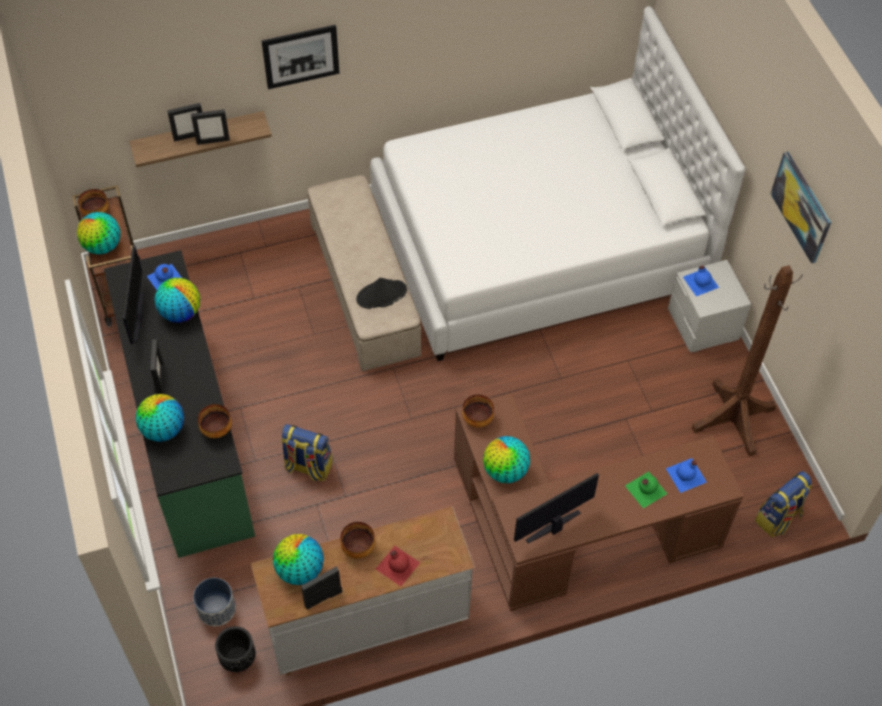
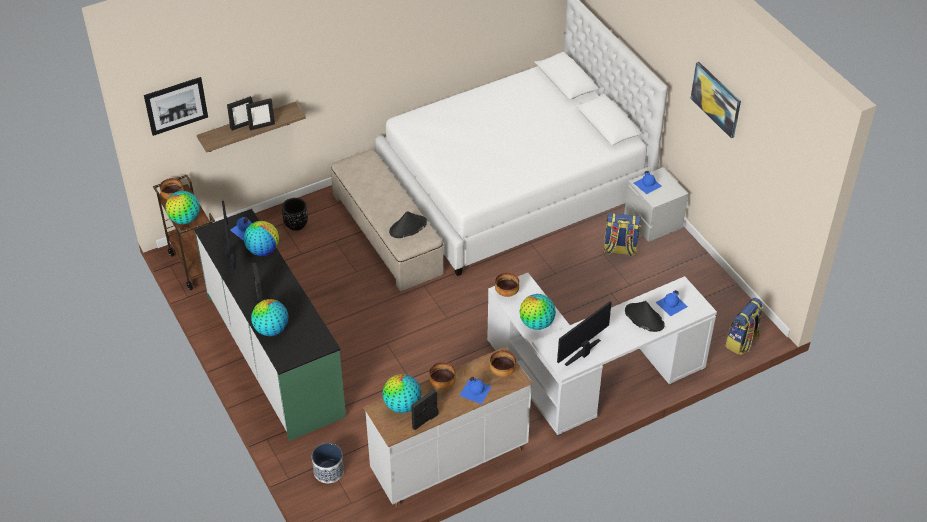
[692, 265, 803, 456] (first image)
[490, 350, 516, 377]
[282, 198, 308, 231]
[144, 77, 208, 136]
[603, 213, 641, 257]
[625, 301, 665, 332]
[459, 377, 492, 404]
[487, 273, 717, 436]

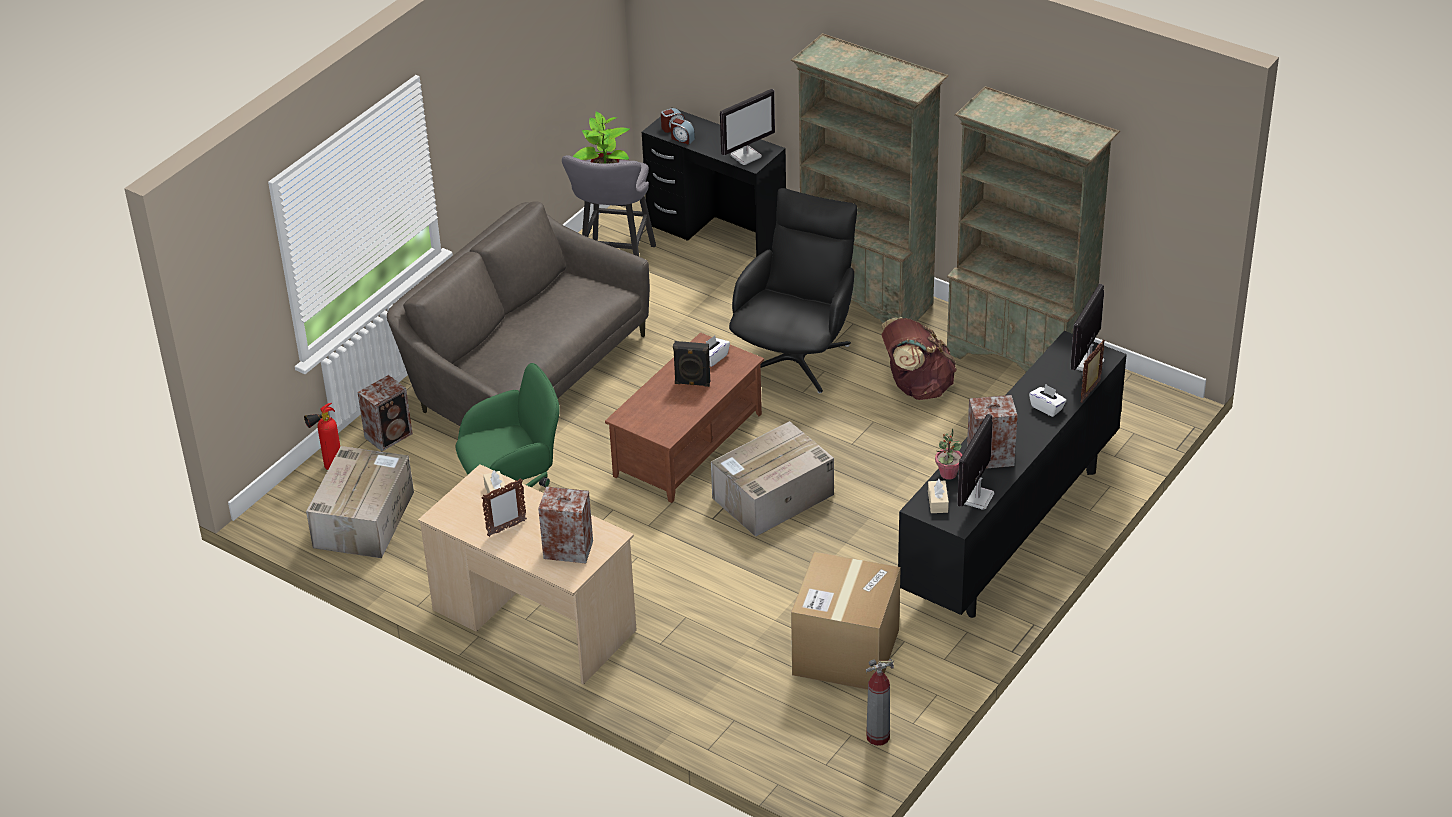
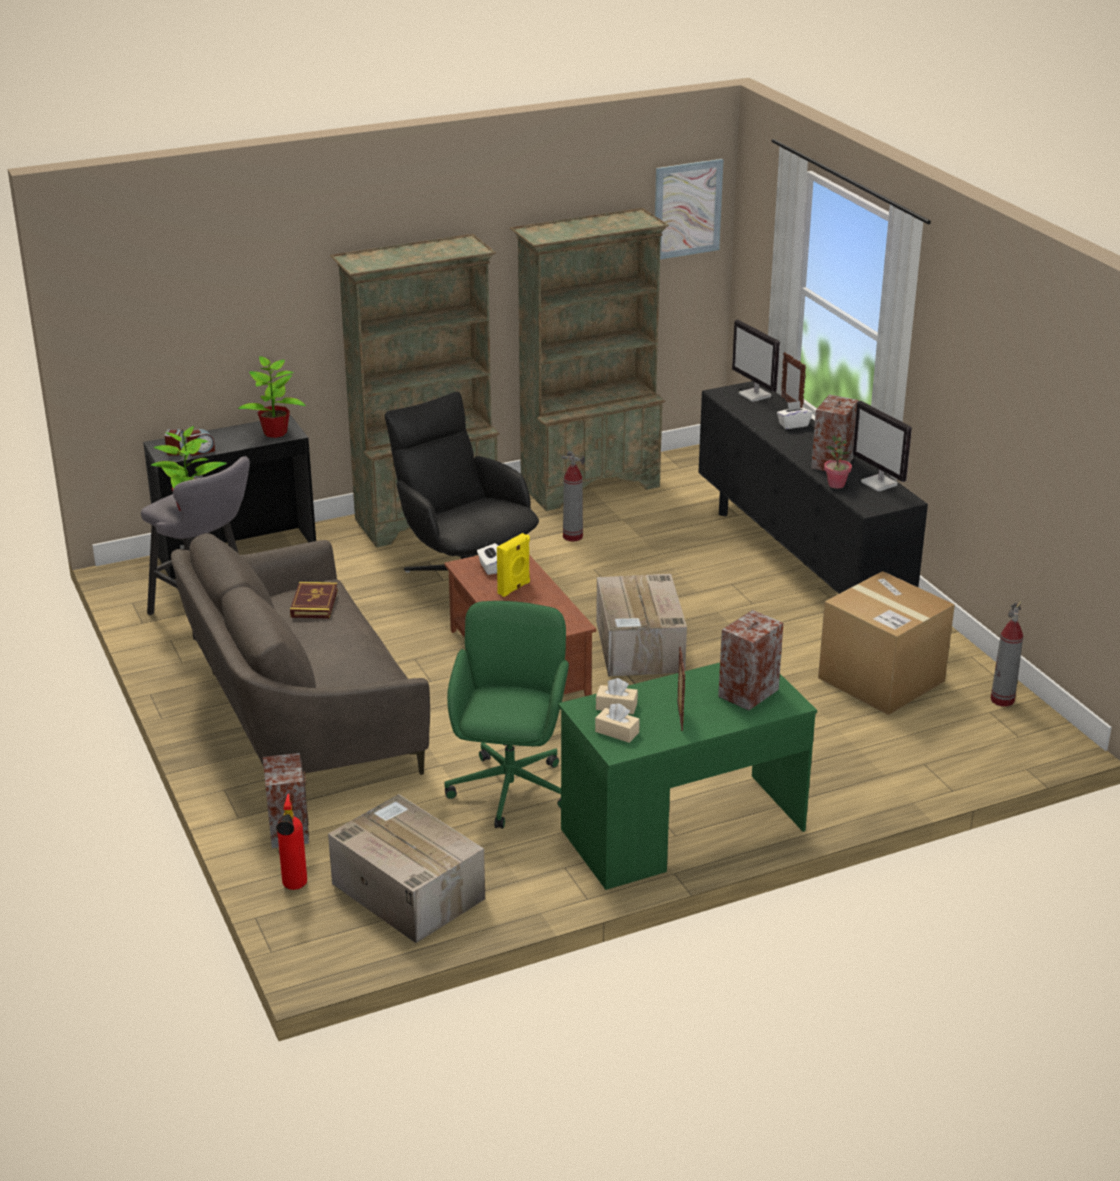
[290, 582, 338, 618]
[655, 159, 724, 259]
[595, 703, 640, 743]
[238, 356, 306, 438]
[561, 451, 585, 542]
[558, 663, 817, 890]
[497, 533, 530, 597]

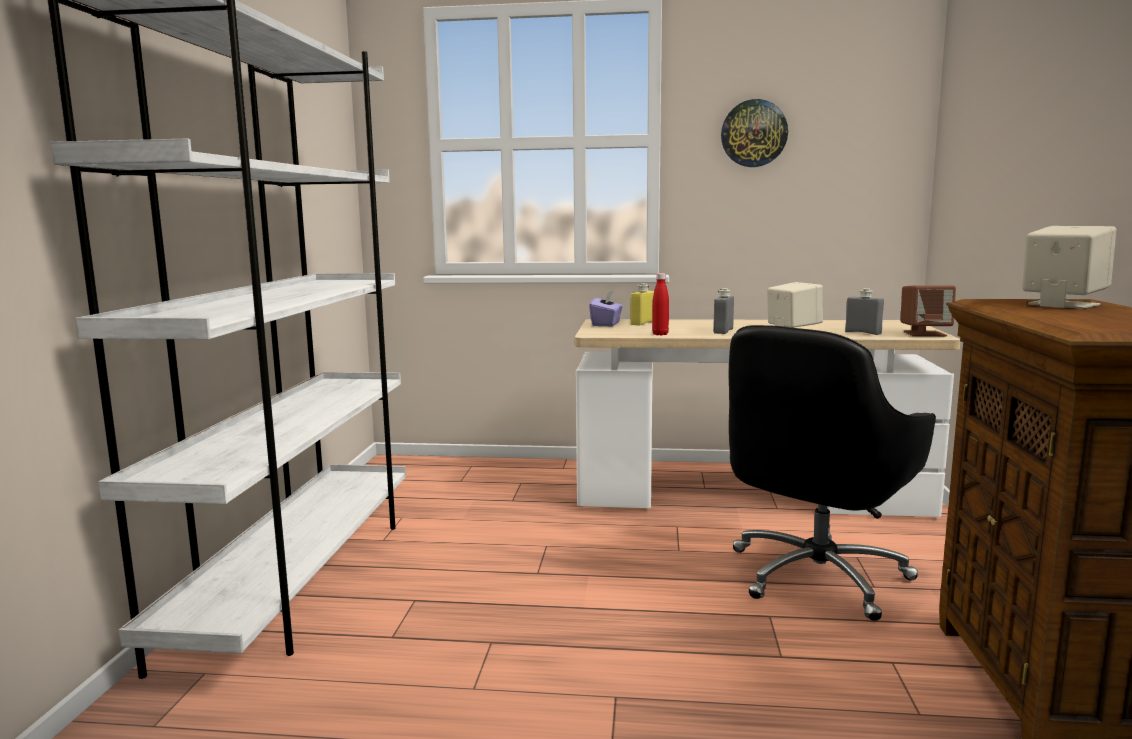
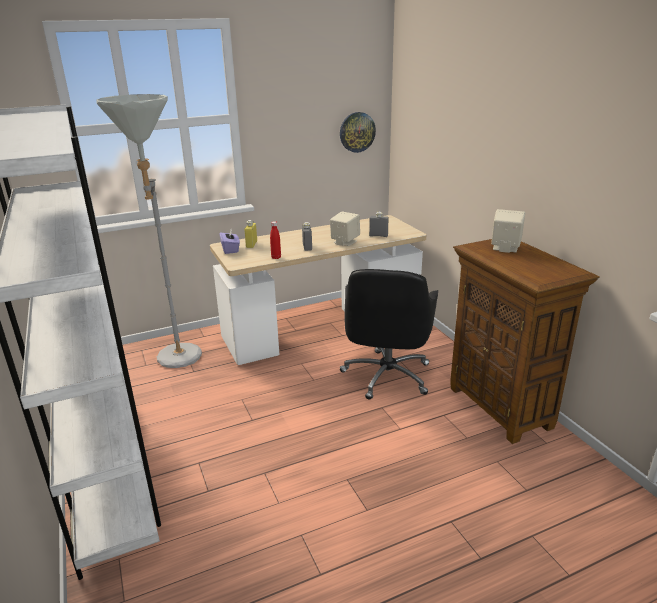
[900, 285, 956, 336] (first image)
[96, 94, 202, 368]
[340, 112, 376, 153]

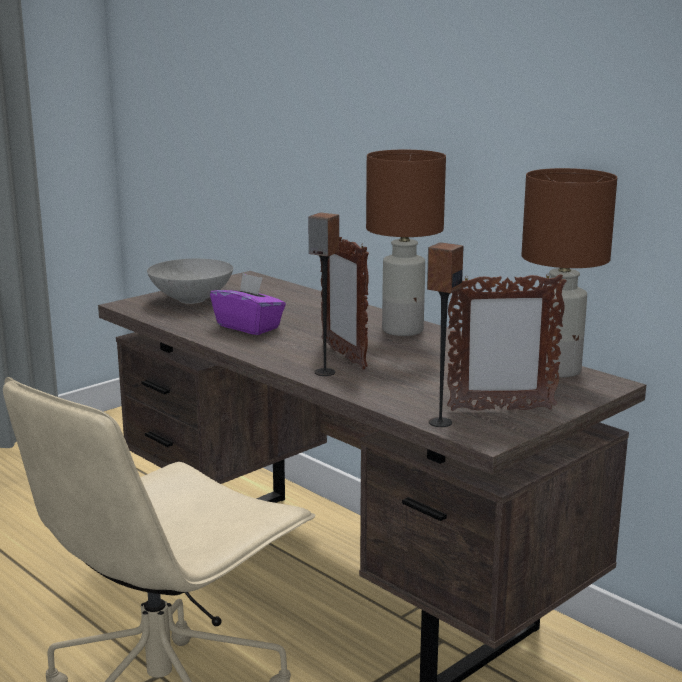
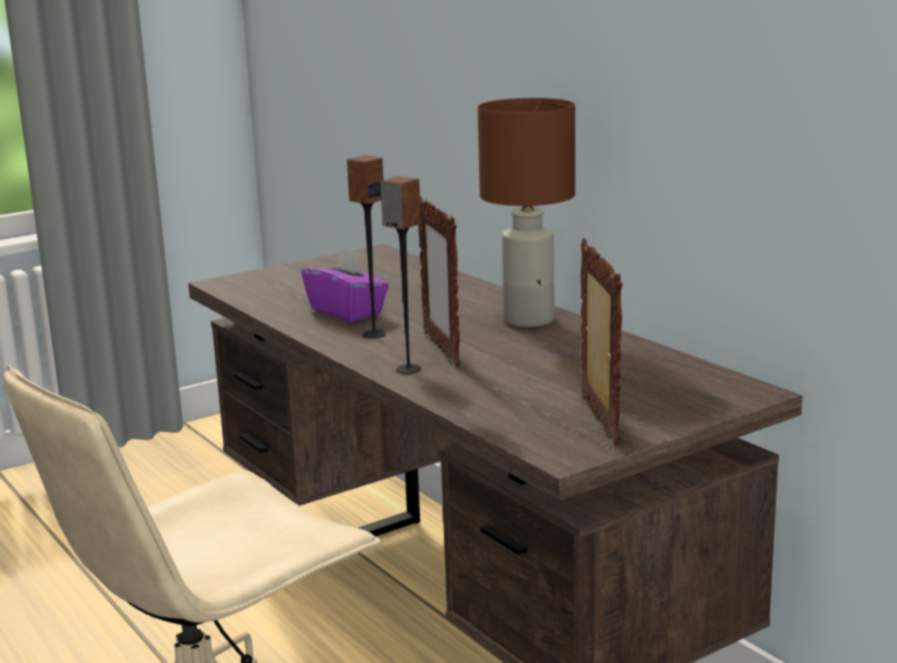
[147, 259, 233, 304] (first image)
[521, 168, 617, 378] (first image)
[347, 155, 386, 338]
[581, 238, 623, 444]

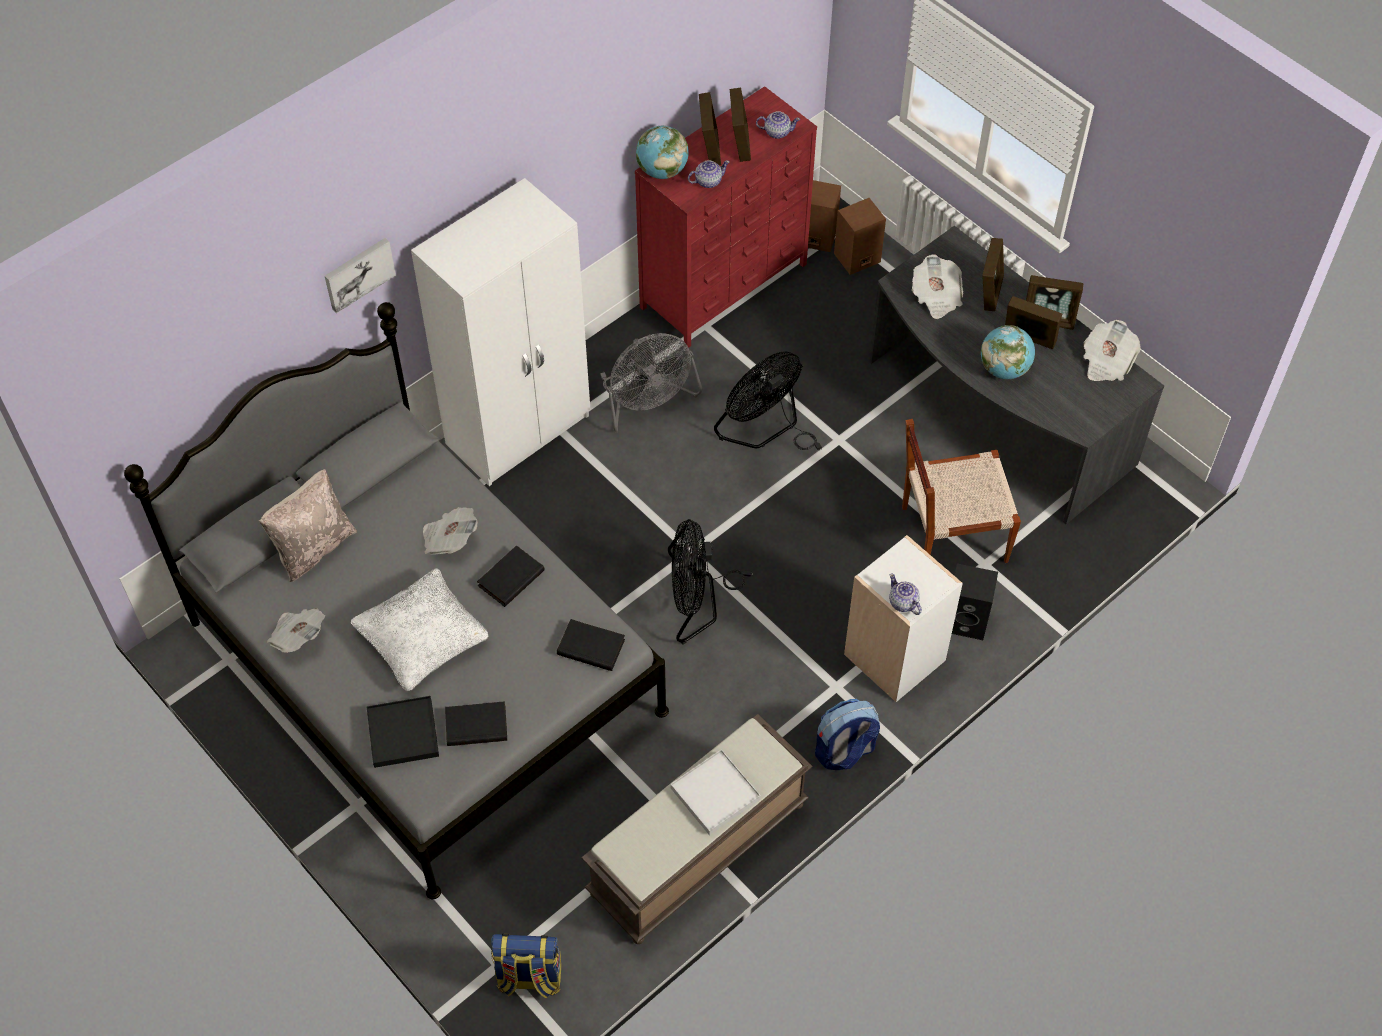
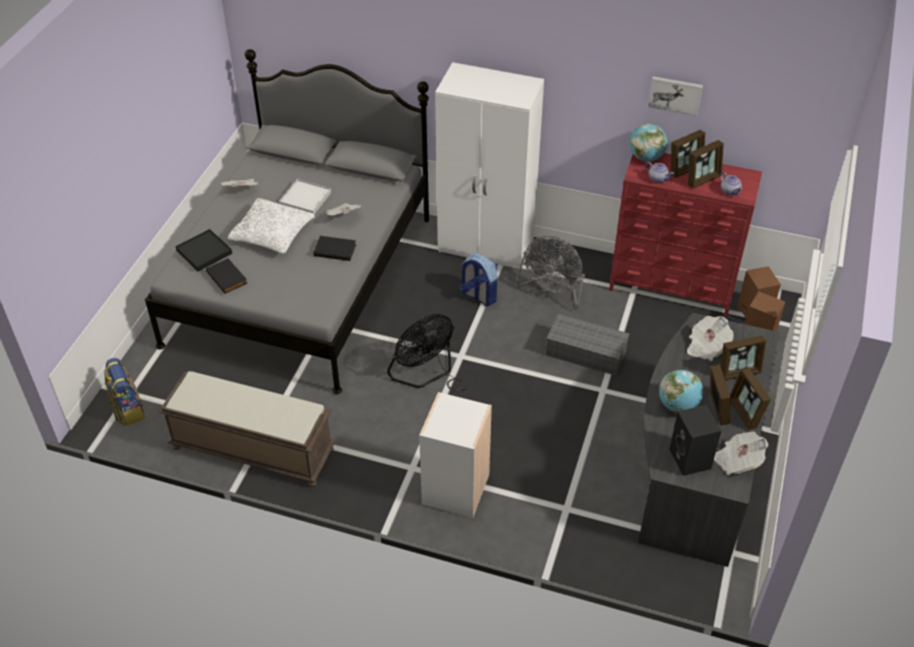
[259, 469, 357, 582] (first image)
[557, 619, 625, 671] (first image)
[889, 573, 922, 615] (first image)
[902, 419, 1021, 563] (first image)
[648, 76, 703, 116]
[279, 179, 331, 214]
[459, 253, 497, 306]
[669, 405, 721, 476]
[546, 314, 630, 376]

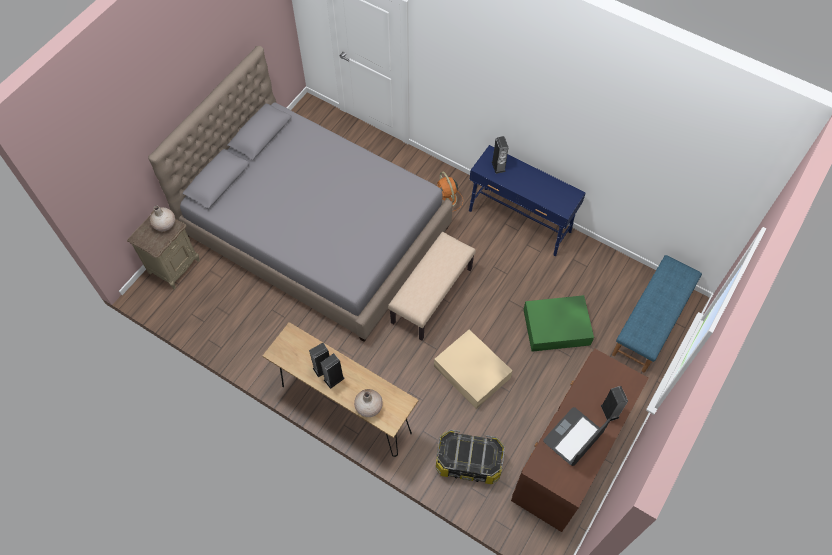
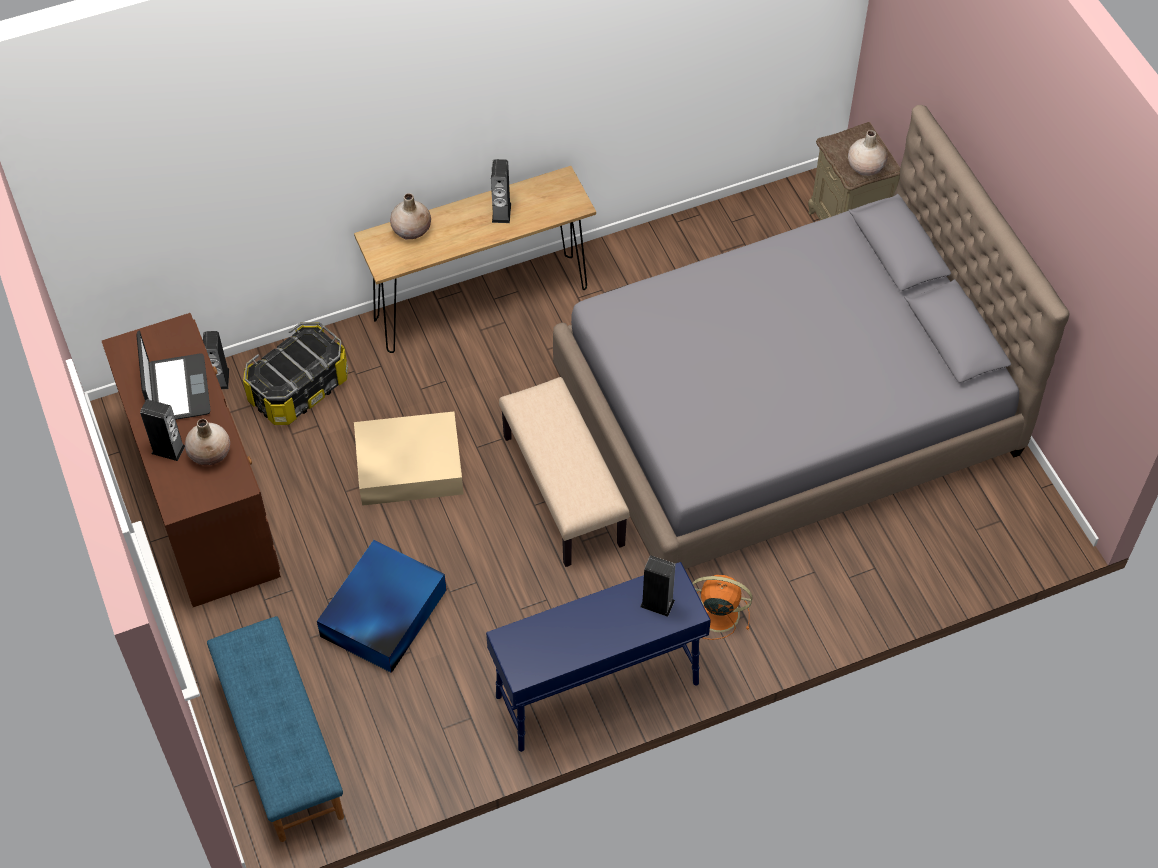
[185, 419, 230, 465]
[203, 331, 229, 389]
[317, 540, 446, 673]

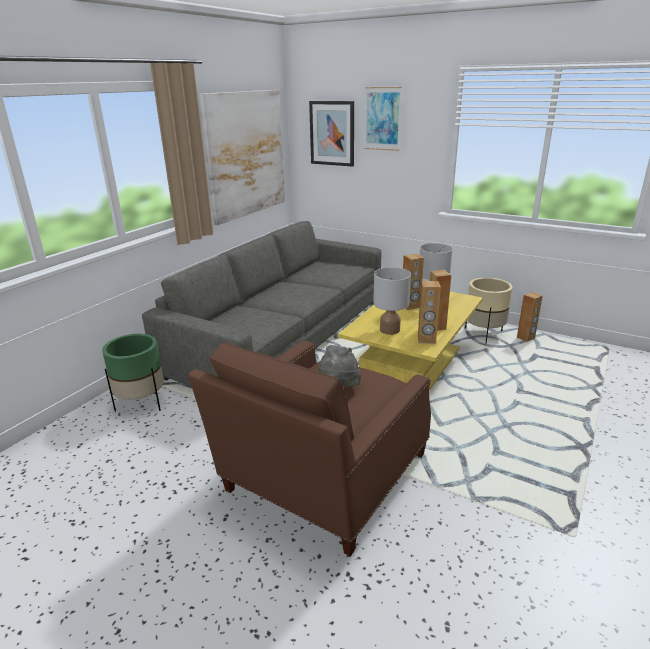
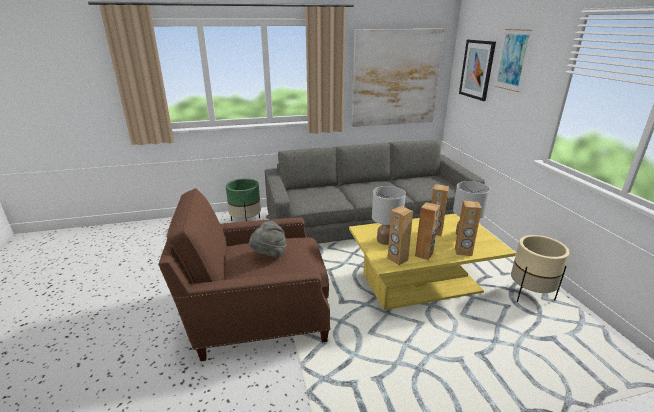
[455, 201, 482, 256]

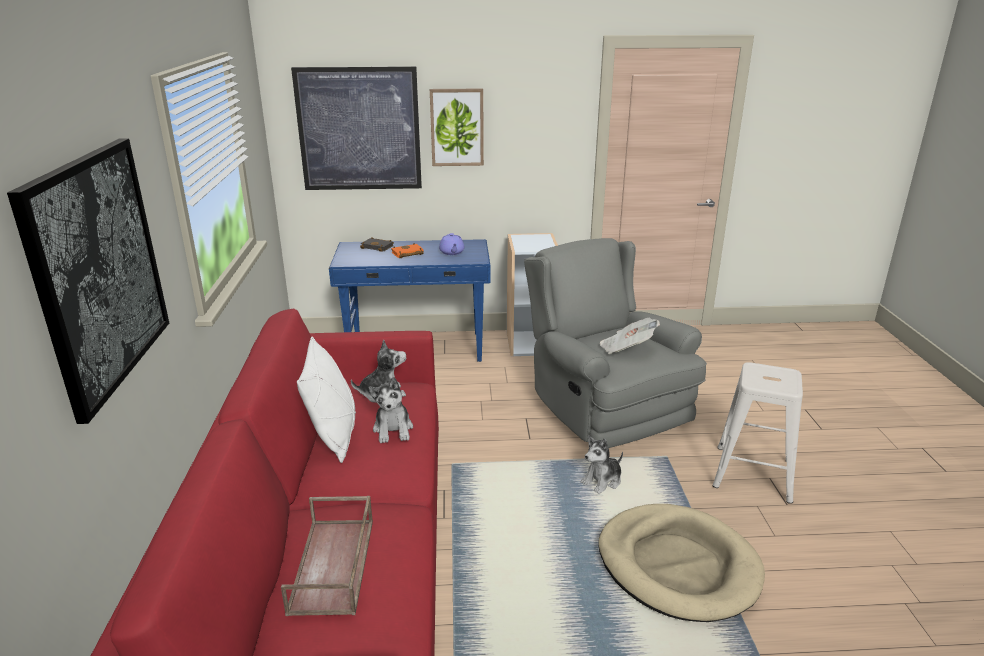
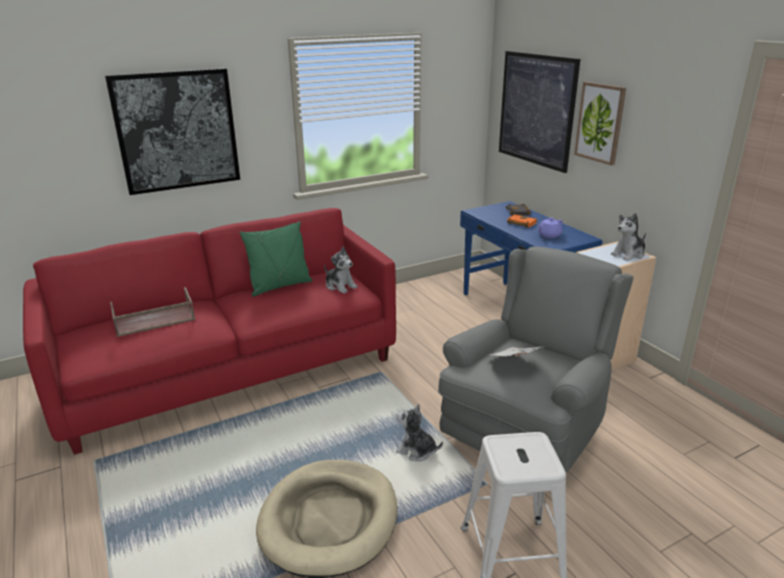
[611, 213, 646, 261]
[240, 221, 312, 297]

